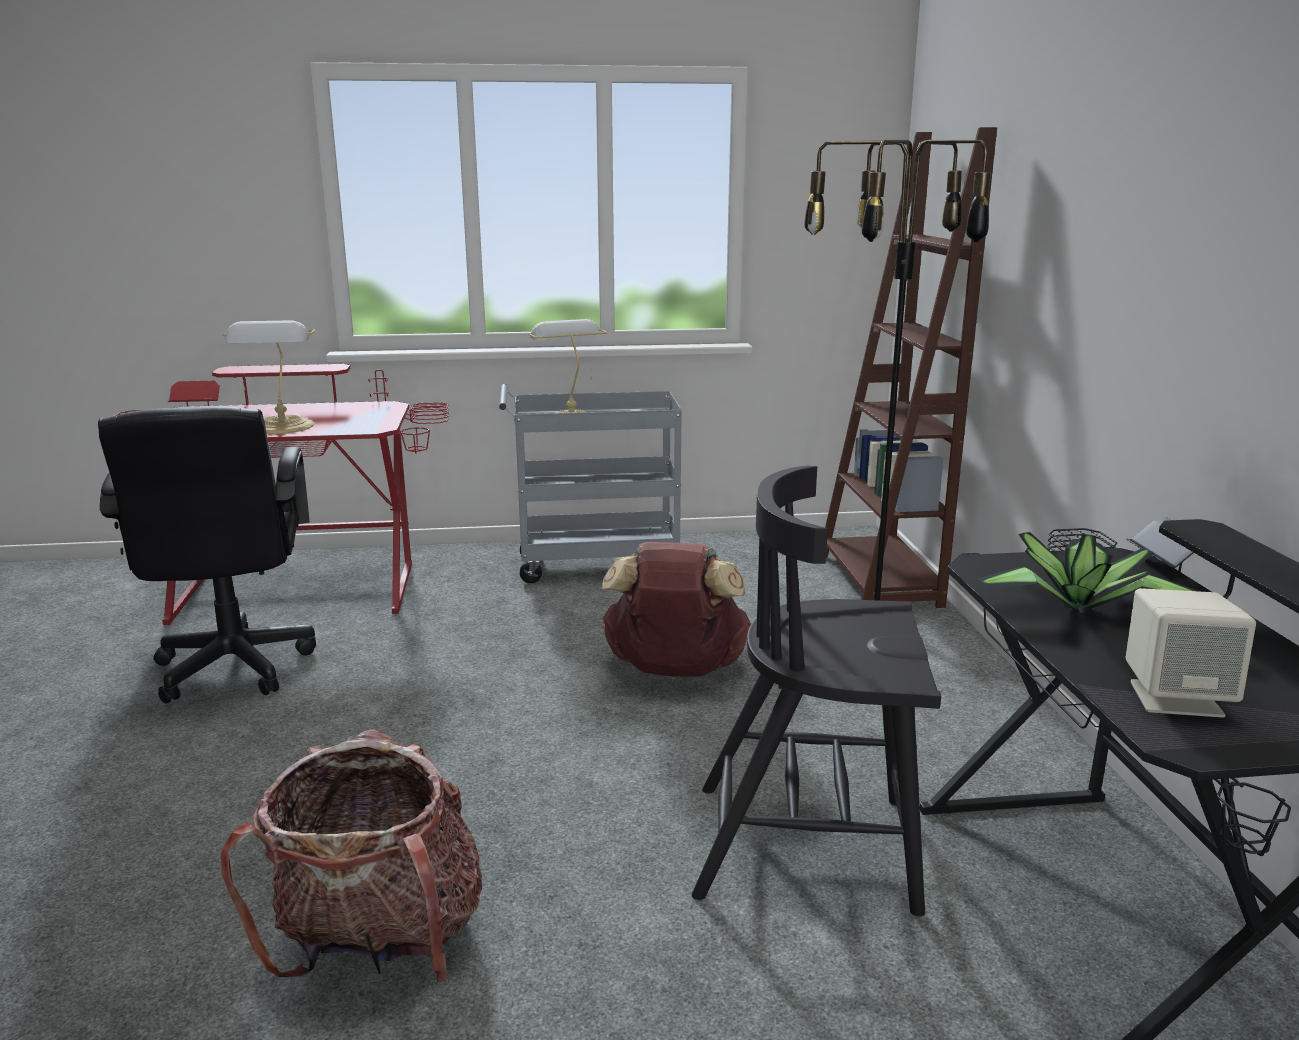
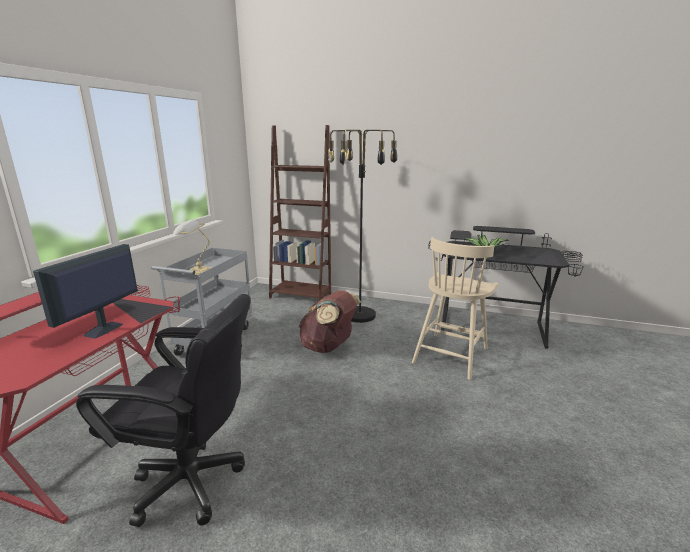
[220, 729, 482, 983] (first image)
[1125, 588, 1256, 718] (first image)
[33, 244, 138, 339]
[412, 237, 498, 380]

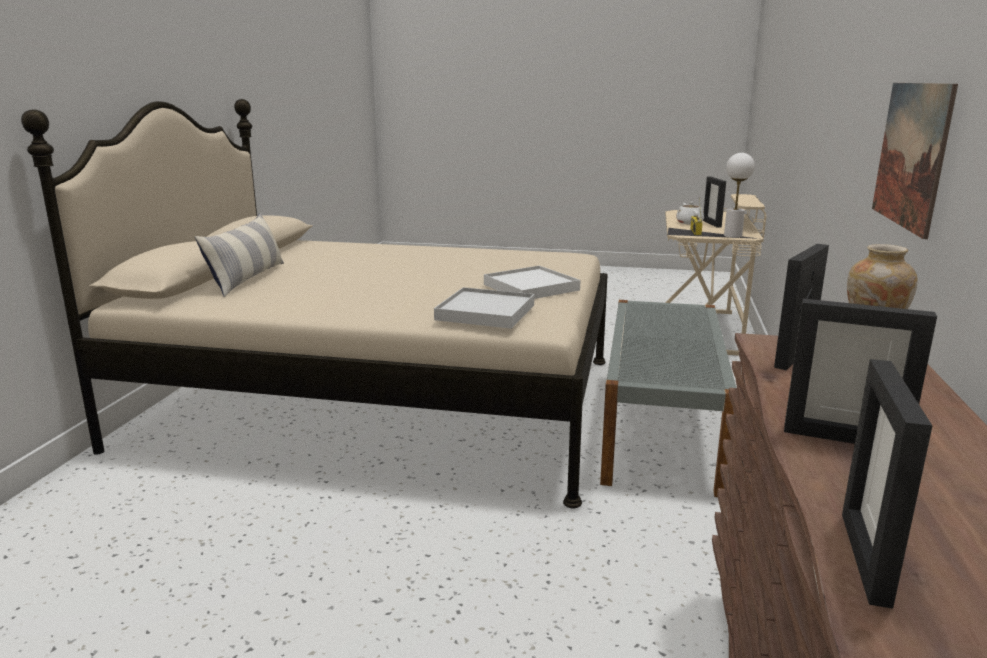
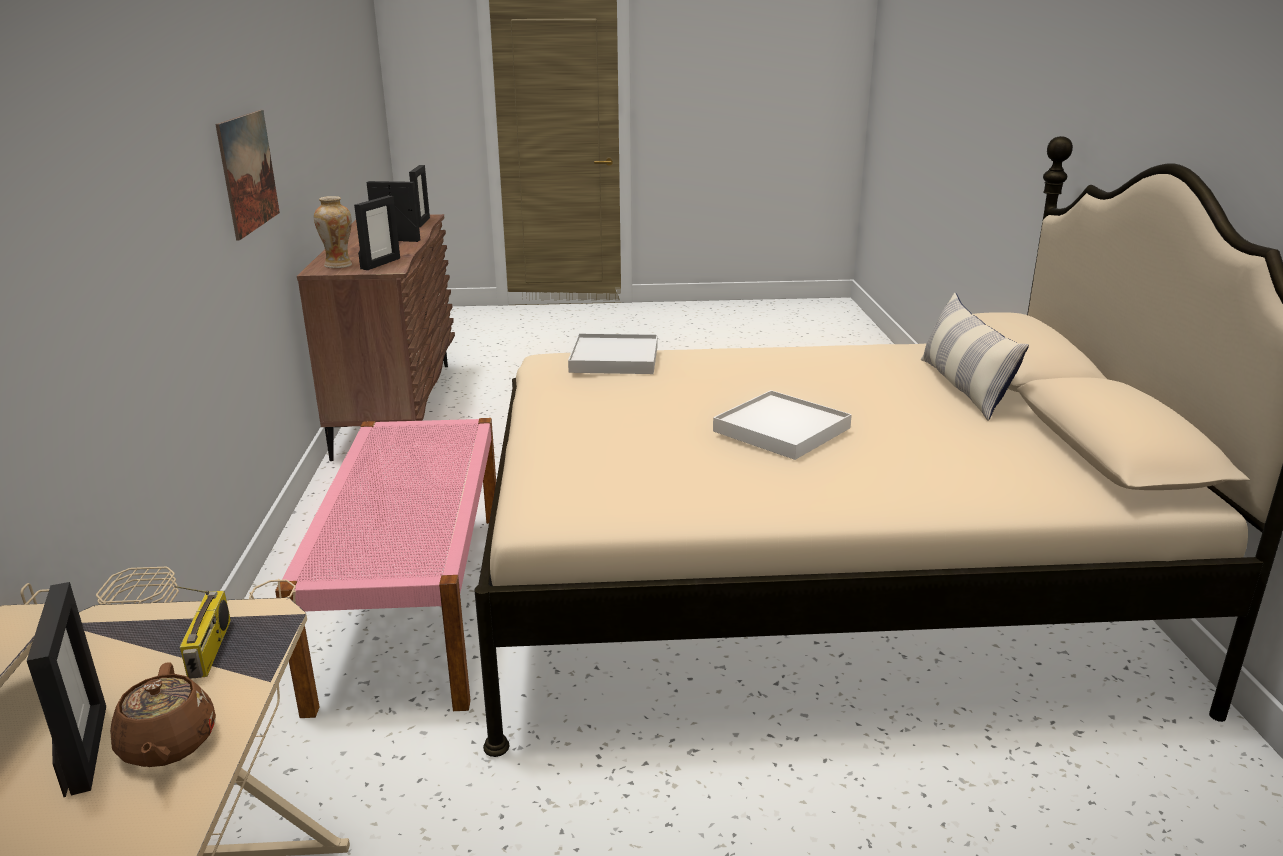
[724, 153, 755, 238] (first image)
[713, 390, 852, 460]
[275, 418, 496, 718]
[110, 662, 216, 767]

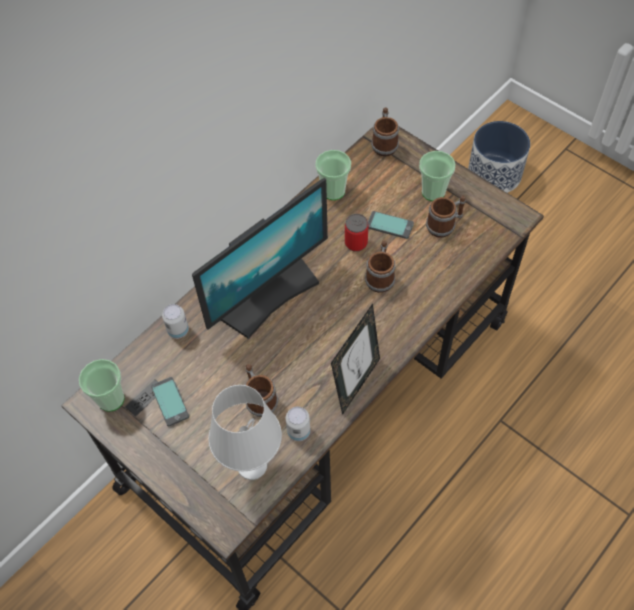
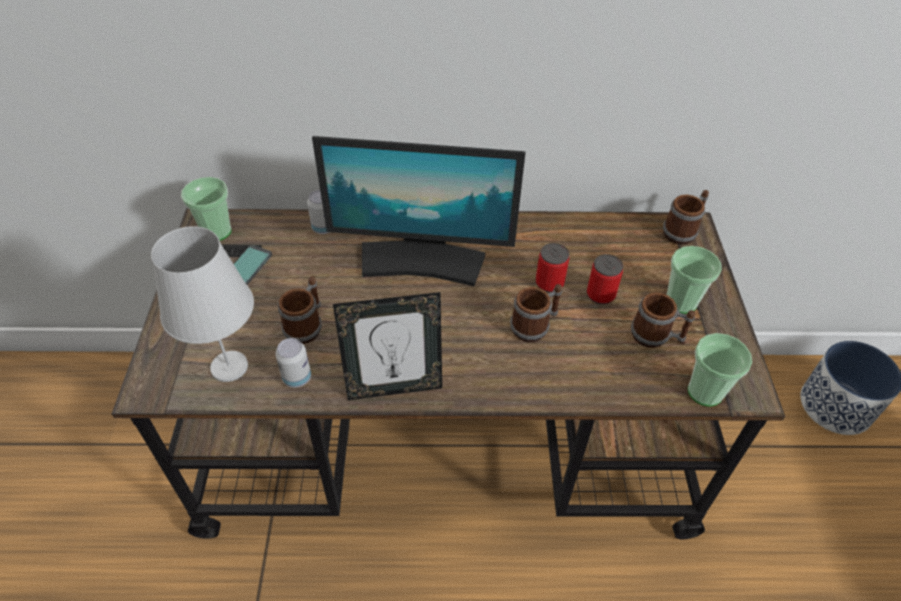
[688, 333, 752, 407]
[587, 254, 623, 305]

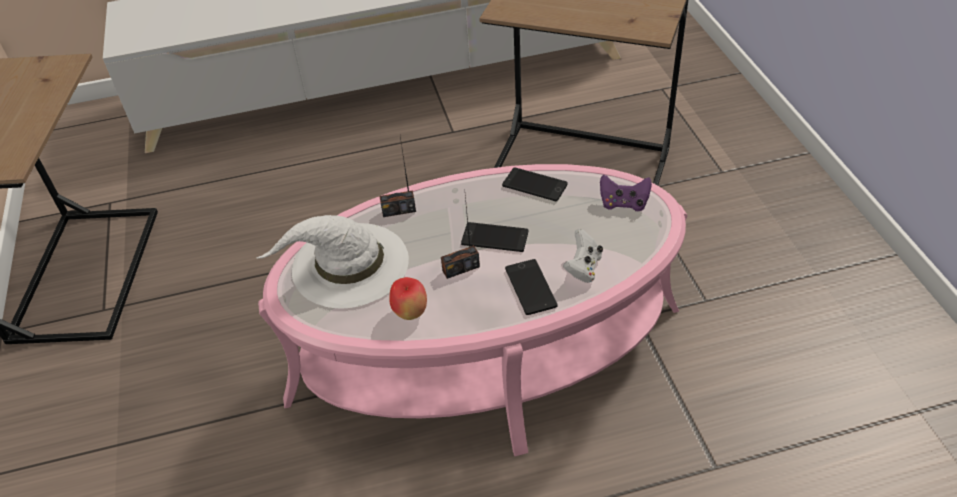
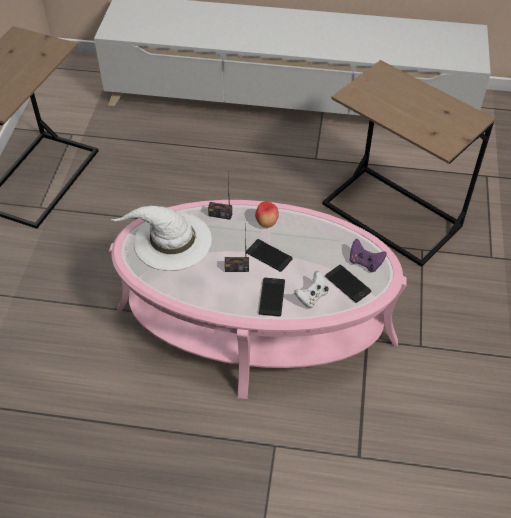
[255, 201, 279, 228]
[325, 265, 371, 303]

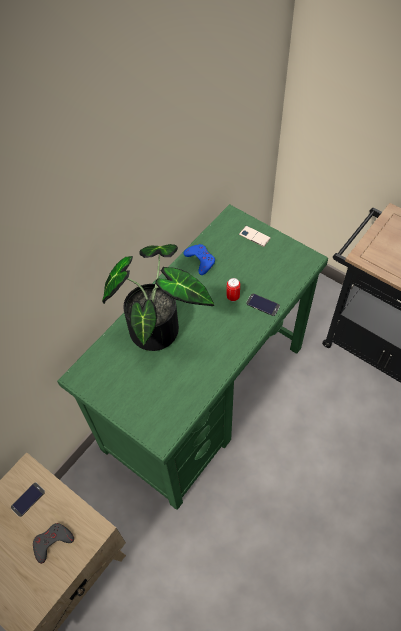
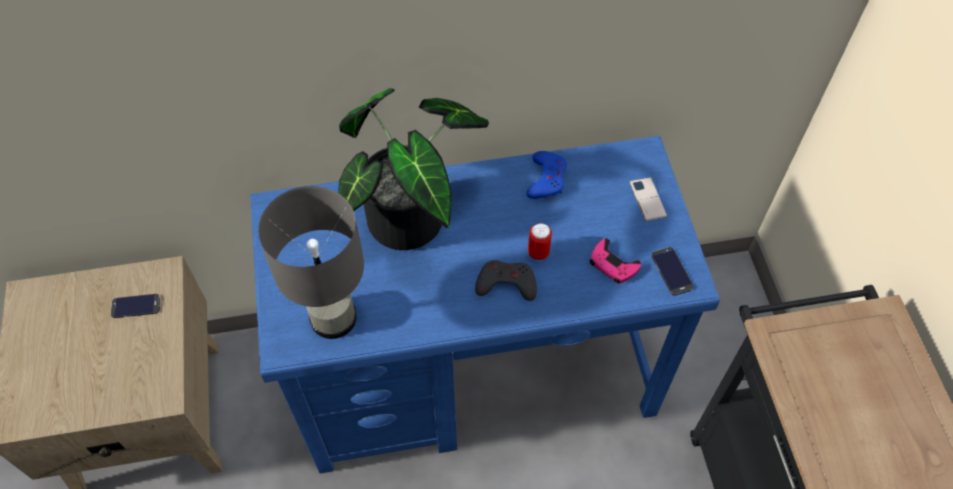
[258, 186, 364, 339]
[590, 238, 641, 283]
[475, 260, 537, 301]
[651, 247, 694, 295]
[250, 136, 720, 474]

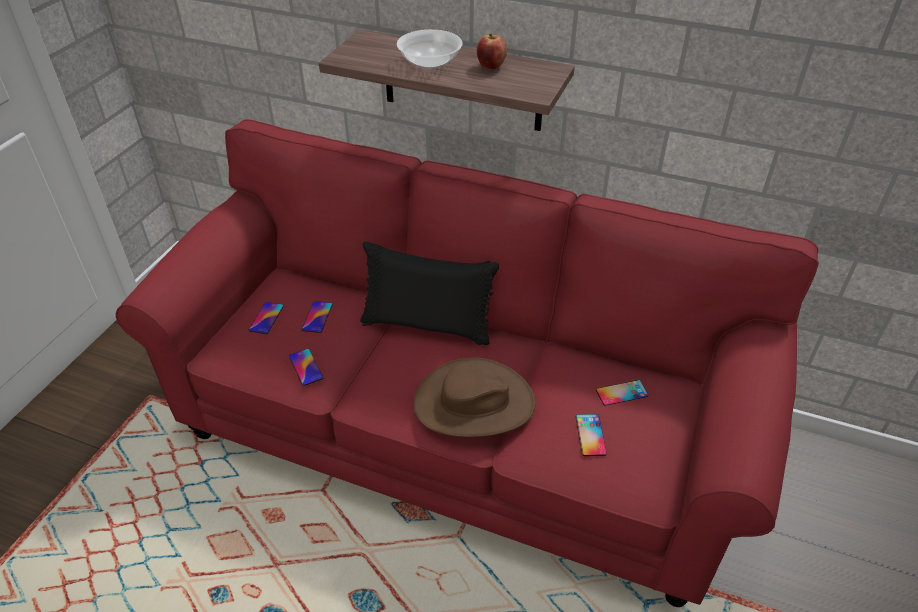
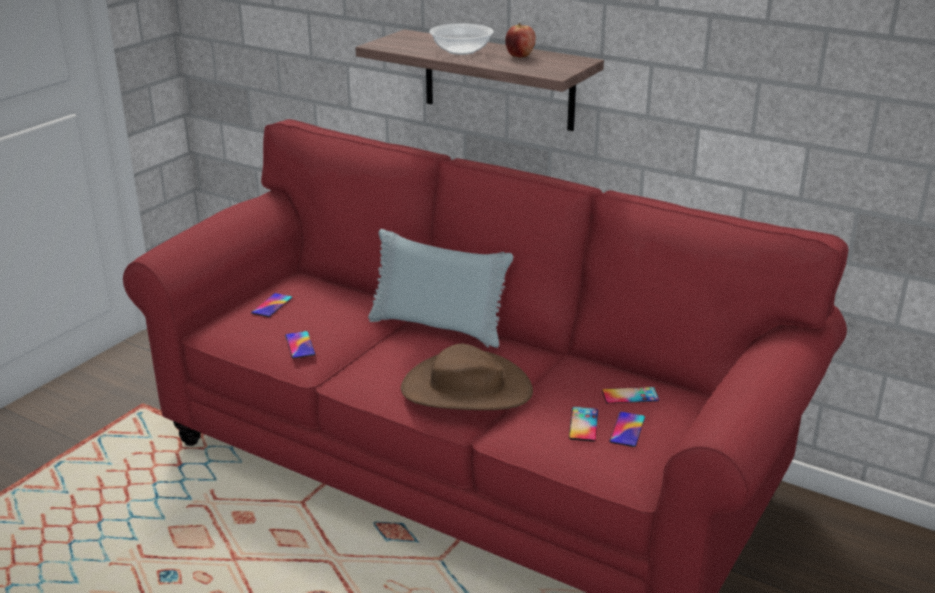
[609, 412, 645, 447]
[368, 229, 513, 348]

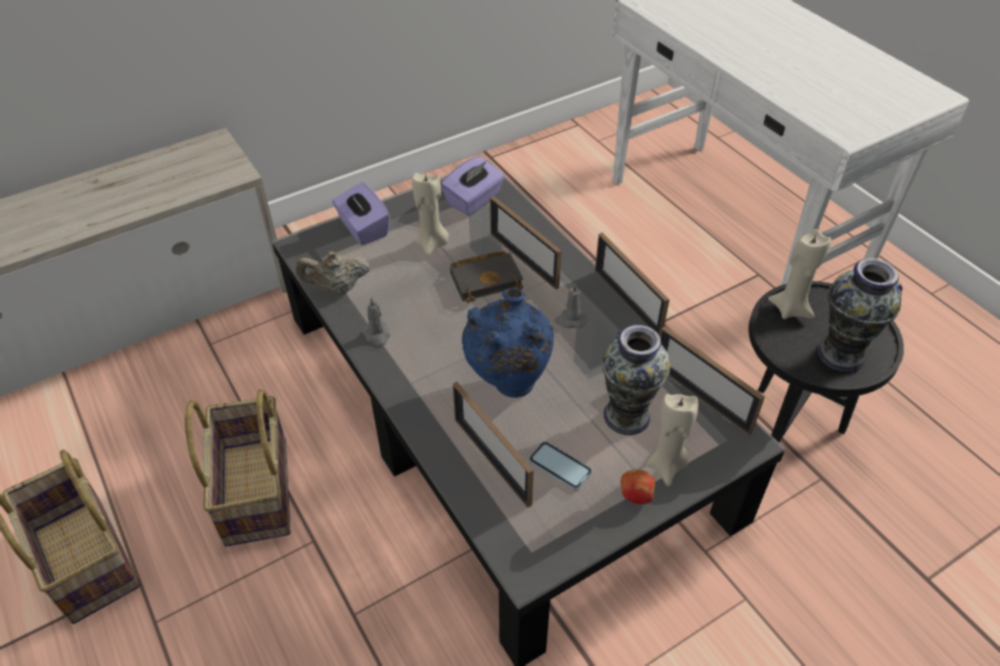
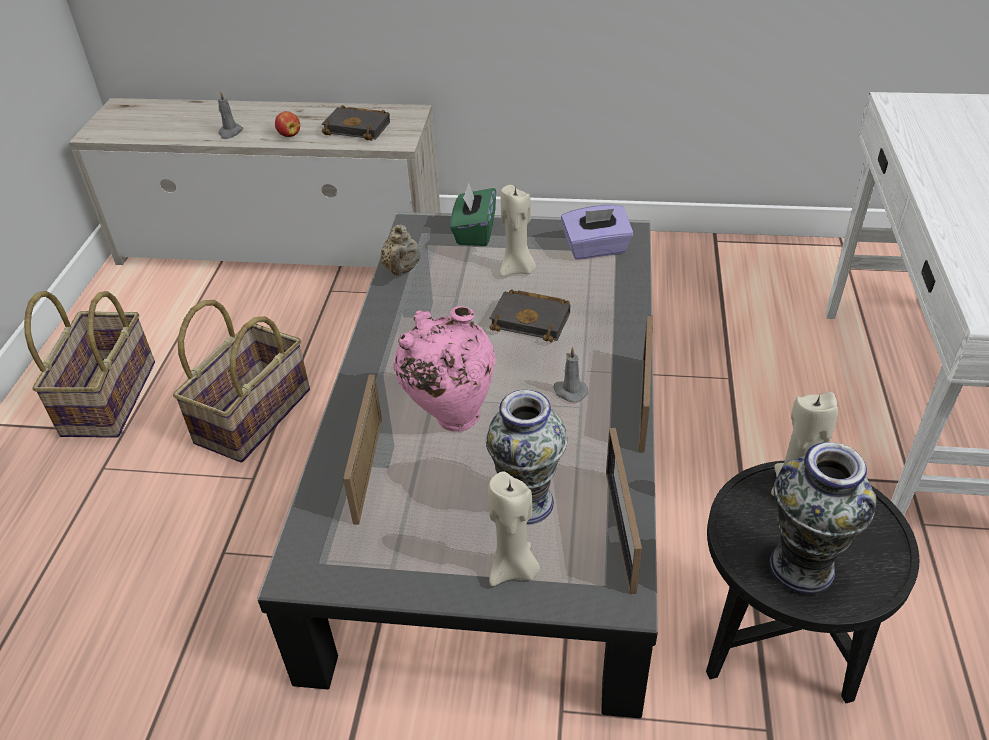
[490, 196, 562, 290] (first image)
[529, 441, 592, 490] (first image)
[322, 105, 390, 141]
[218, 90, 243, 139]
[275, 111, 300, 137]
[450, 183, 496, 246]
[393, 306, 495, 432]
[381, 224, 421, 276]

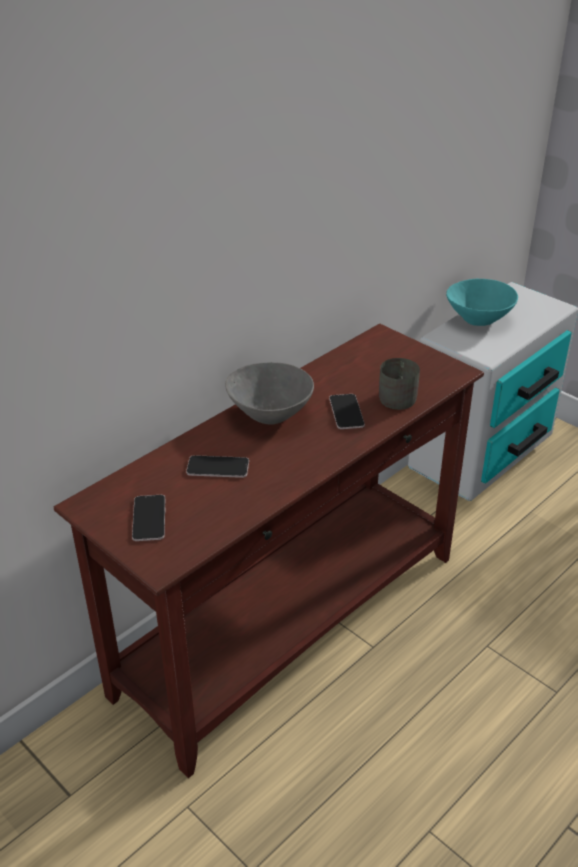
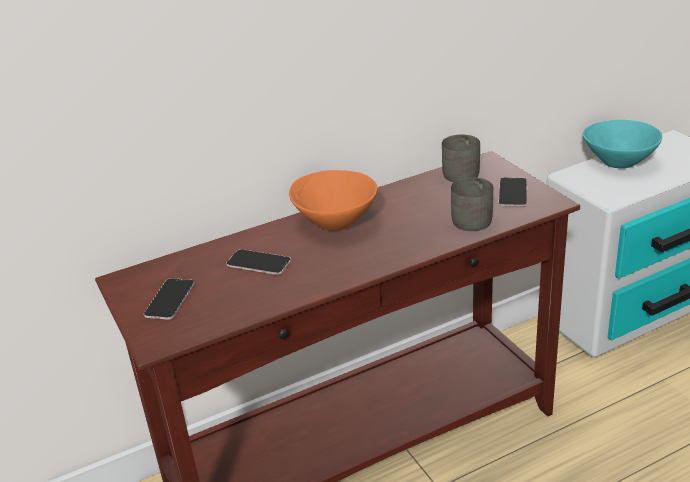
[442, 135, 480, 182]
[498, 177, 527, 207]
[289, 170, 378, 231]

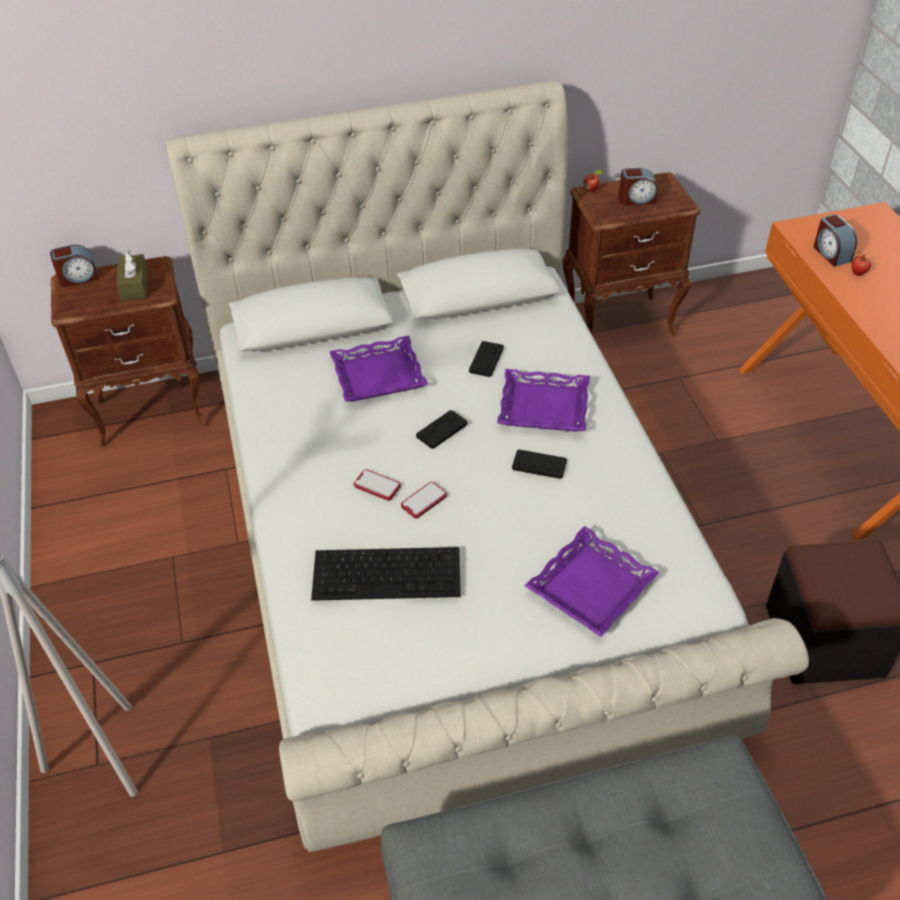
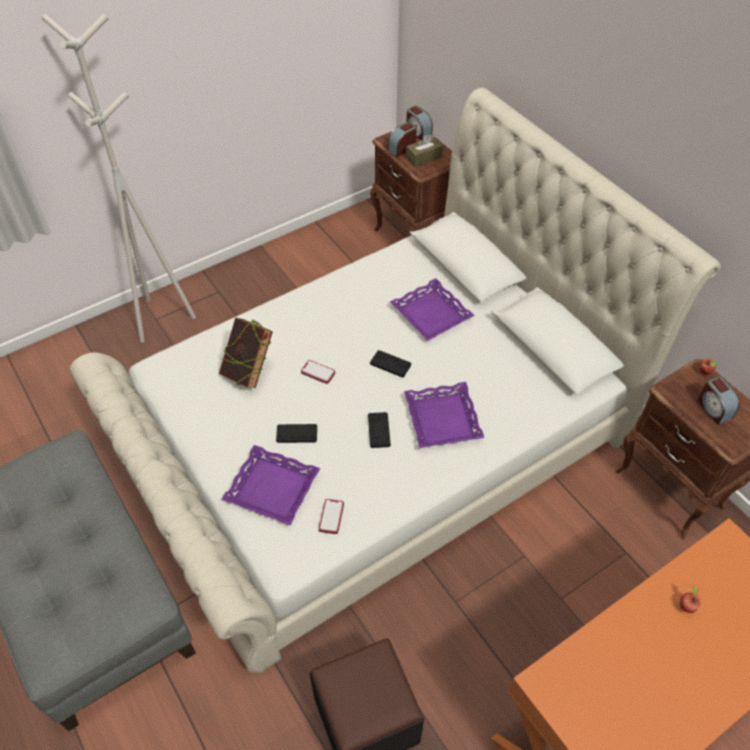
[319, 499, 344, 534]
[276, 424, 317, 443]
[388, 122, 417, 157]
[219, 318, 273, 388]

